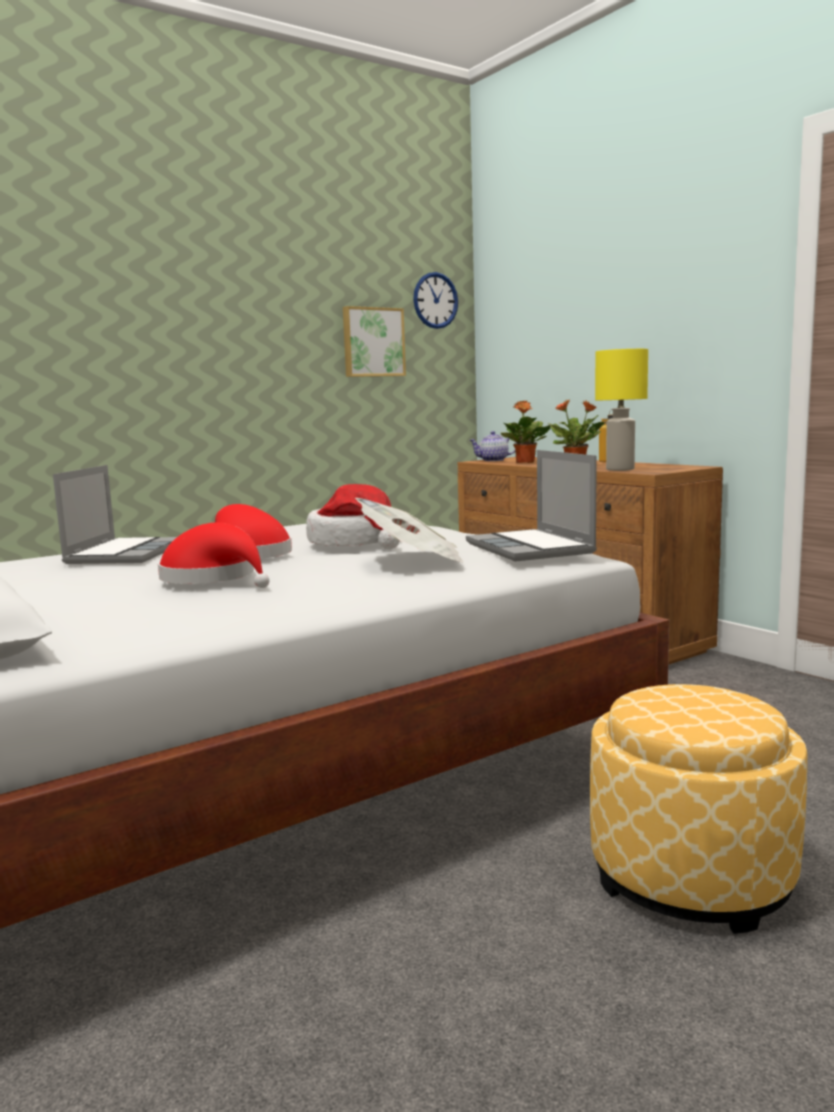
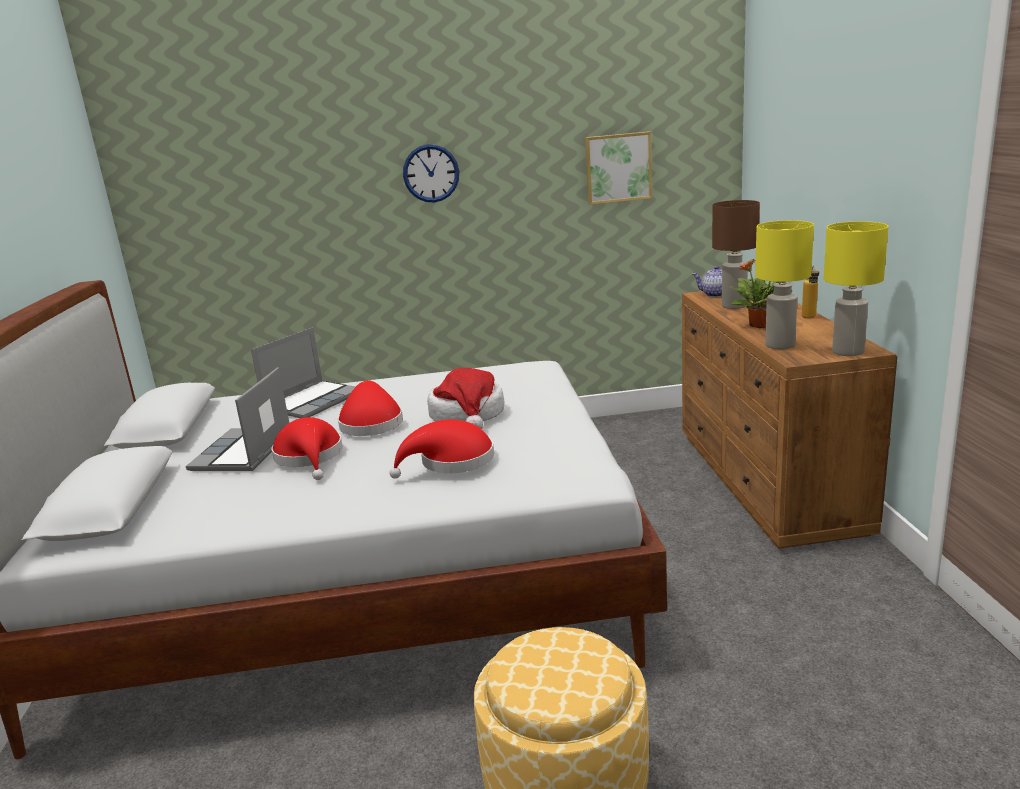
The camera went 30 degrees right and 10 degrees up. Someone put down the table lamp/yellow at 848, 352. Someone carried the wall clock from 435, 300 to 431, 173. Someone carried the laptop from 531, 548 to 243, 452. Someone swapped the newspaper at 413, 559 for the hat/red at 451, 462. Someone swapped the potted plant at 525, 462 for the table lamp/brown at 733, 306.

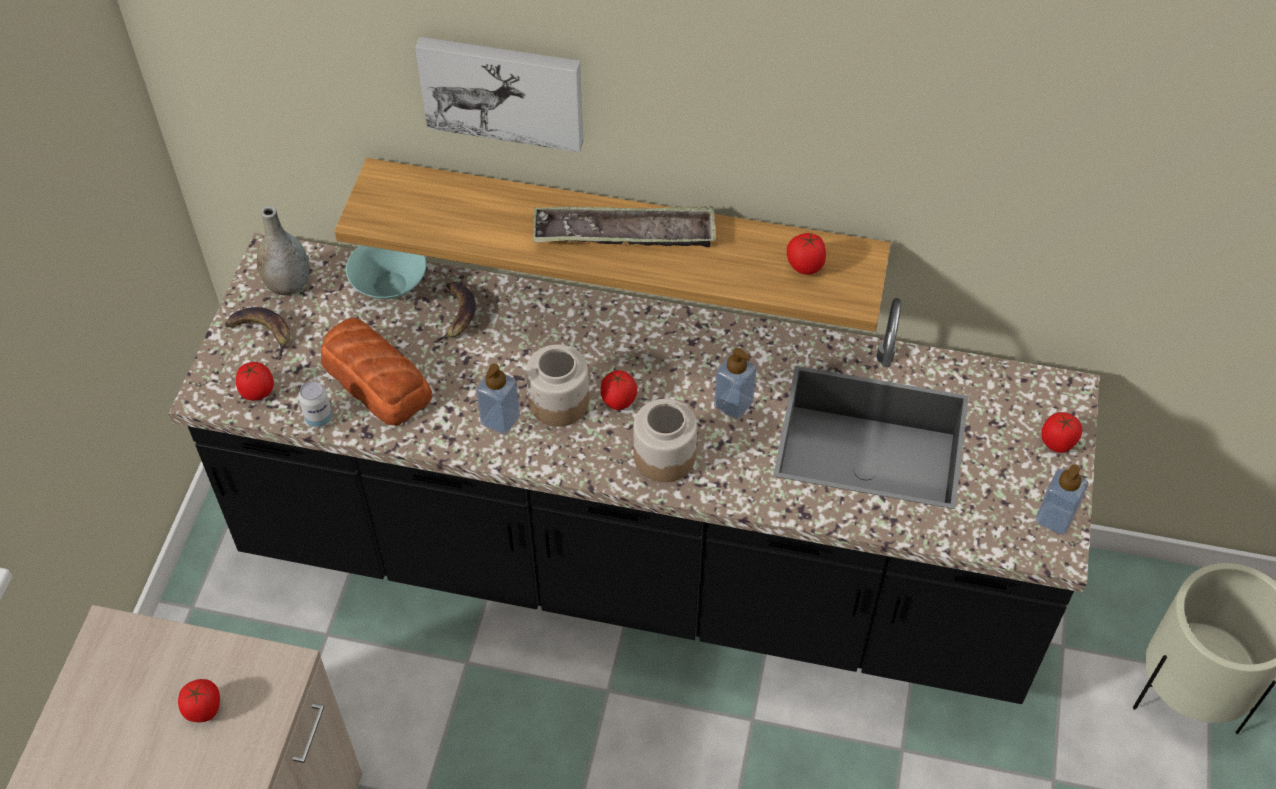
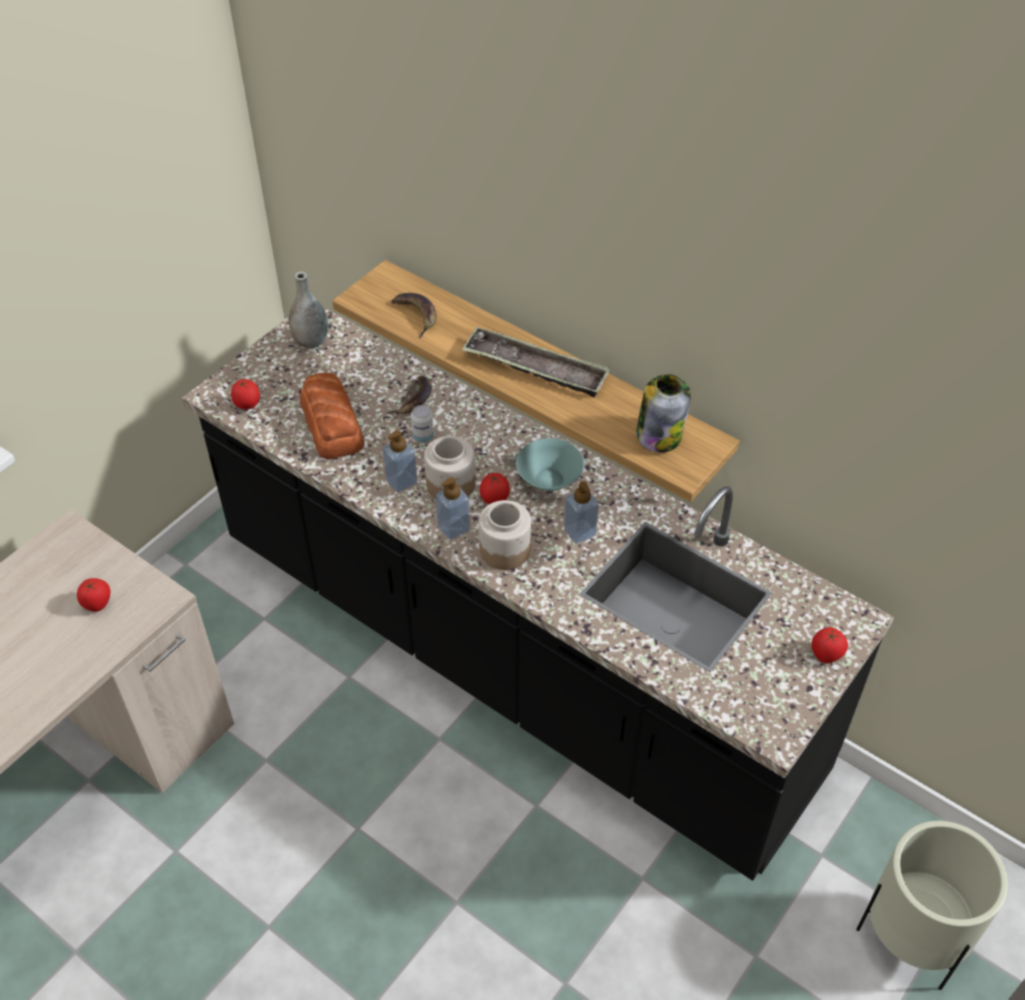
The camera went 25 degrees right and 5 degrees down. Someone took away the picture at 503, 90. Someone carried the banana from 262, 332 to 416, 315. Someone carried the can from 319, 418 to 423, 437. Someone carried the bowl/turquoise from 391, 285 to 550, 480. Someone carried the soap dispenser from 1054, 518 to 453, 528. Someone swapped the tomato at 804, 266 for the jar at 659, 435.

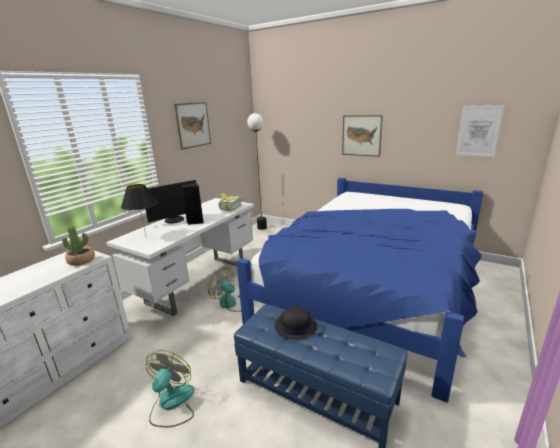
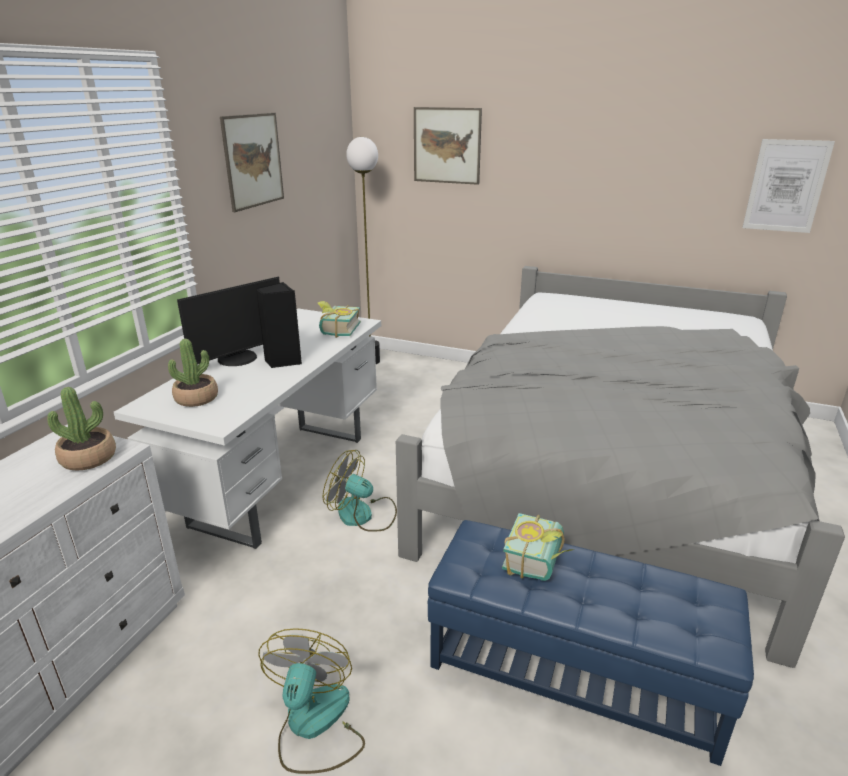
The camera went 10 degrees left and 5 degrees up. Someone carried the picture from 361, 135 to 447, 145. Someone swapped the table lamp/black at 146, 237 for the potted plant at 196, 398. Someone swapped the hat/black at 295, 326 for the book at 539, 561. Someone repainted the bed/blue at 372, 289, which became the bed/grey at 610, 472.

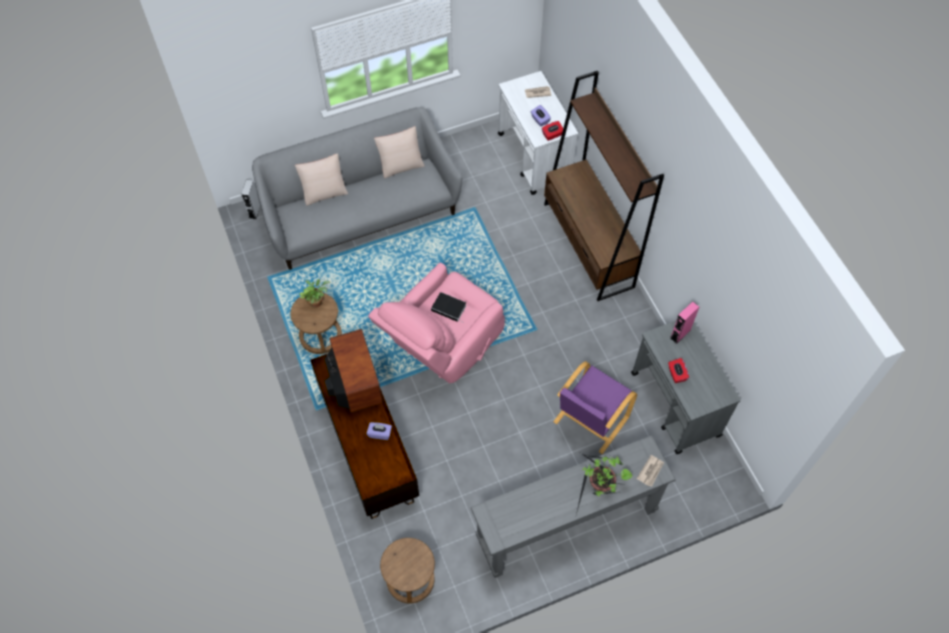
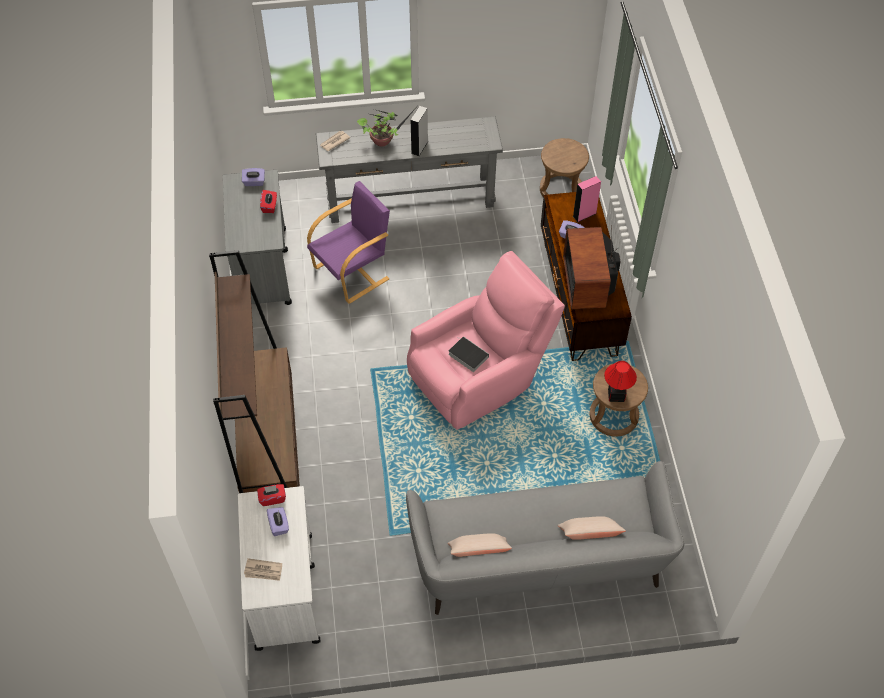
The camera went 165 degrees left and 5 degrees down. Someone put down the tissue box/purple at 254, 182. Someone carried the speaker/grey from 255, 211 to 419, 147. Someone carried the speaker/pink from 680, 334 to 584, 215. Someone swapped the potted plant at 317, 301 for the table lamp at 616, 395.

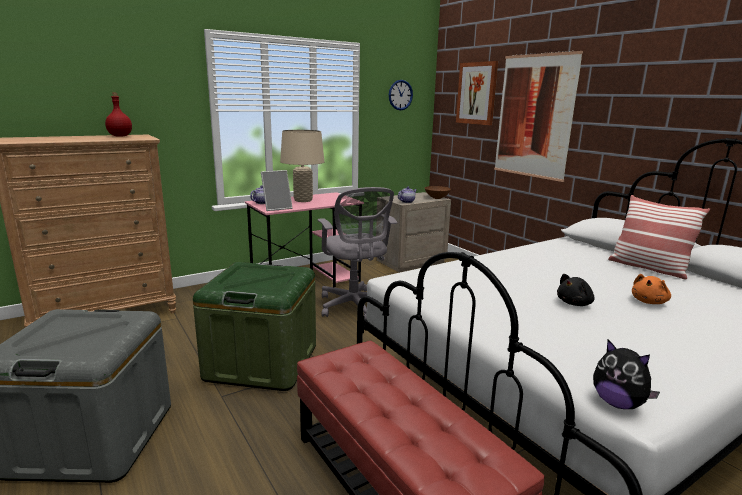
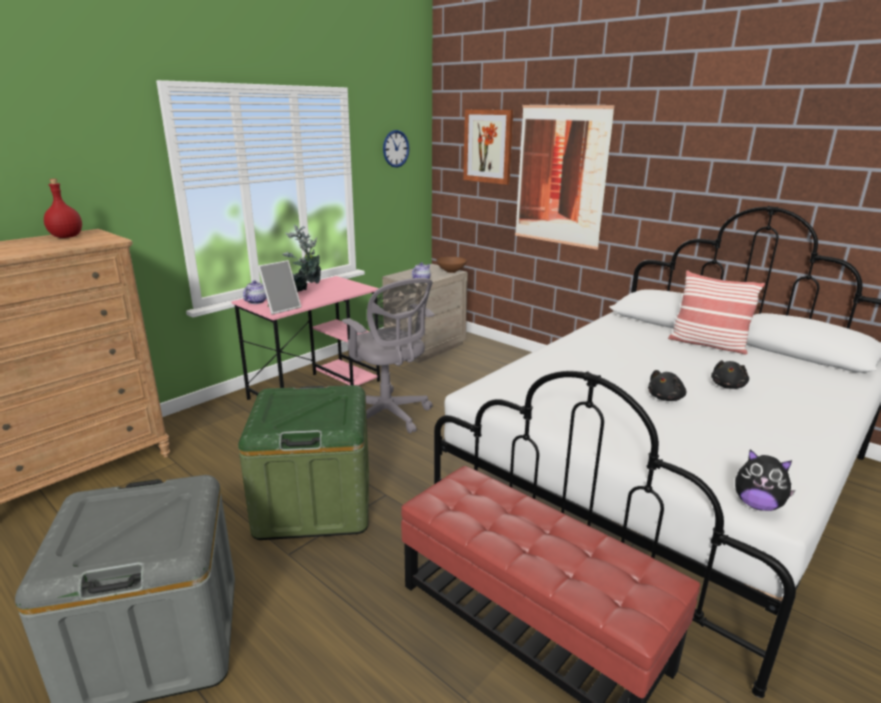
The camera went 15 degrees left and 5 degrees up. Someone swapped the table lamp/beige at 303, 200 for the potted plant at 305, 292. Someone repainted the plush toy/orange at 649, 302, which became the plush toy/black at 728, 386.

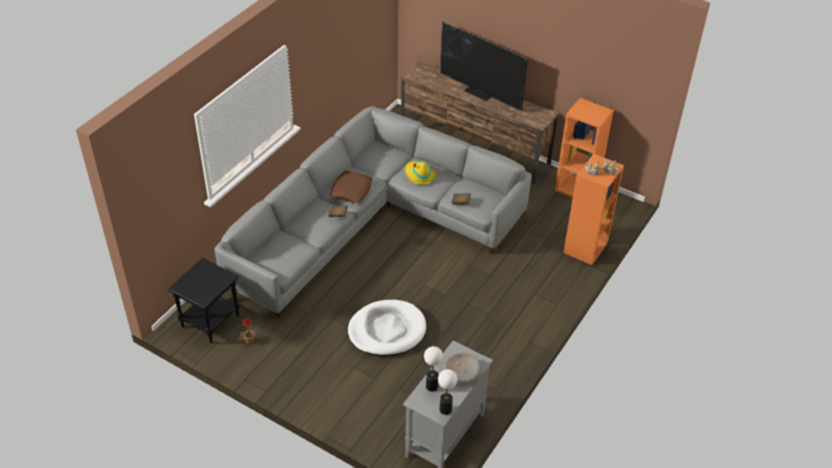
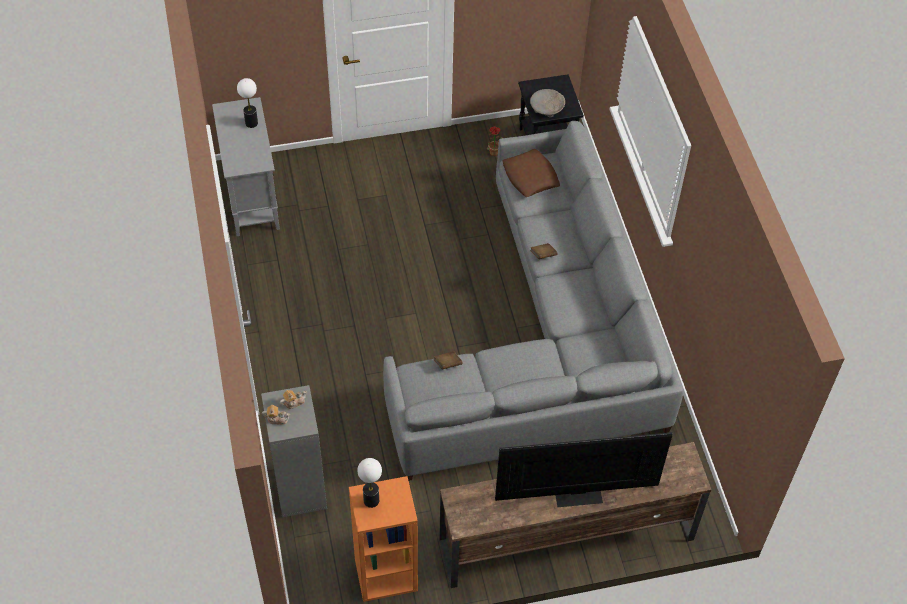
The camera went 135 degrees right and 10 degrees up. Someone took away the dog bed/white at 387, 330. Someone took away the hat/yellow at 419, 175. Someone carried the pillow/brown from 351, 190 to 530, 177. Someone carried the table lamp from 445, 409 to 371, 500. Someone carried the bowl/beige from 462, 373 to 546, 108. Someone repainted the bookcase/orange at 585, 248, which became the bookcase/grey at 299, 489.

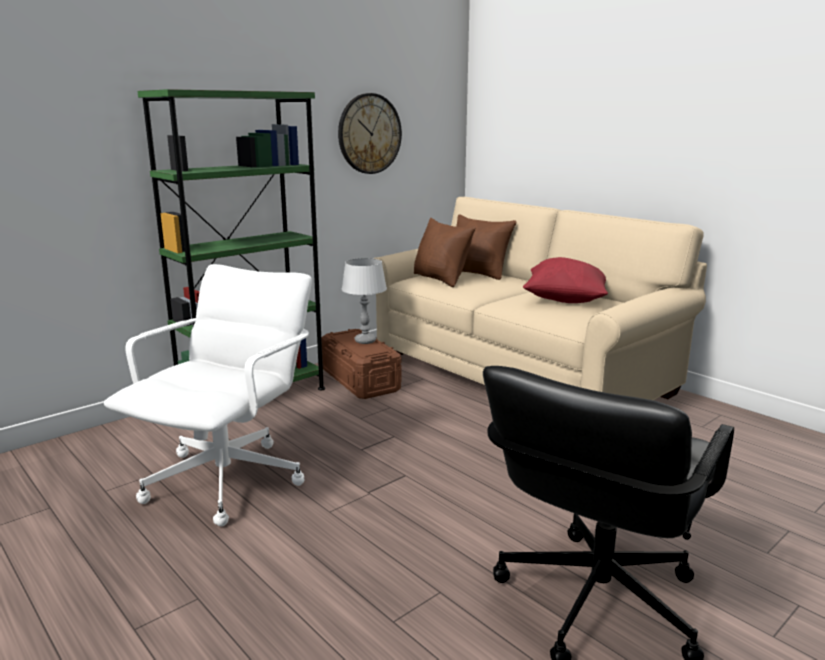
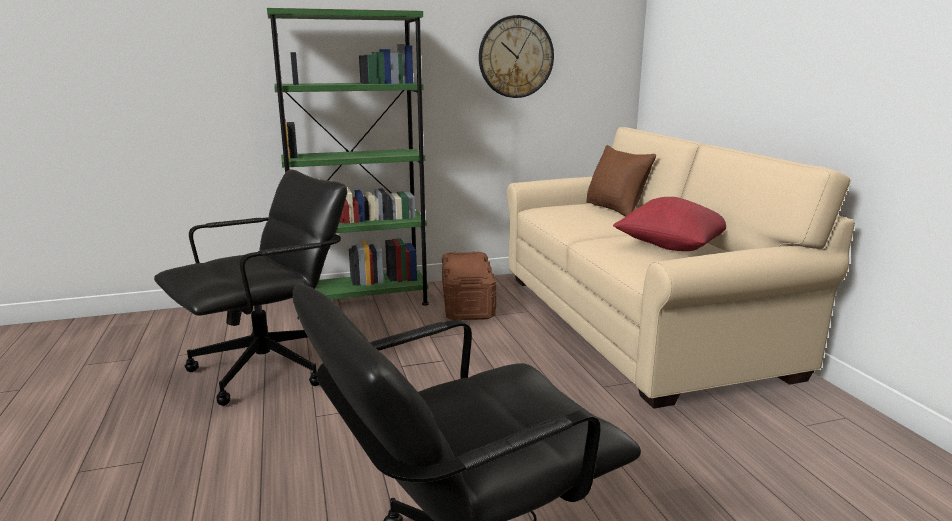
The camera went 25 degrees right and 0 degrees up. Someone took away the table lamp/grey at 365, 341. Someone took away the pillow/brown at 441, 279. Someone repainted the office chair/white at 227, 480, which became the office chair/black at 267, 368.

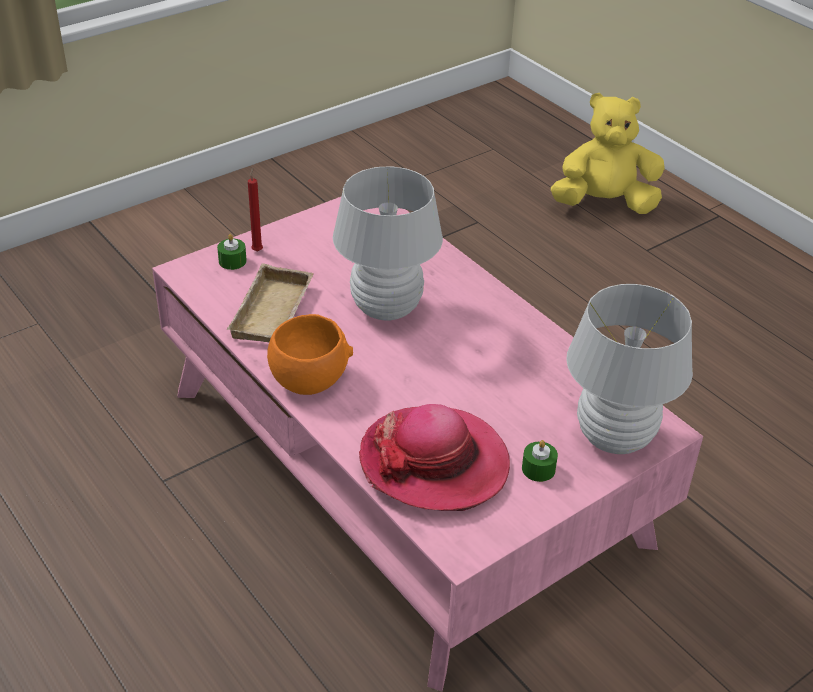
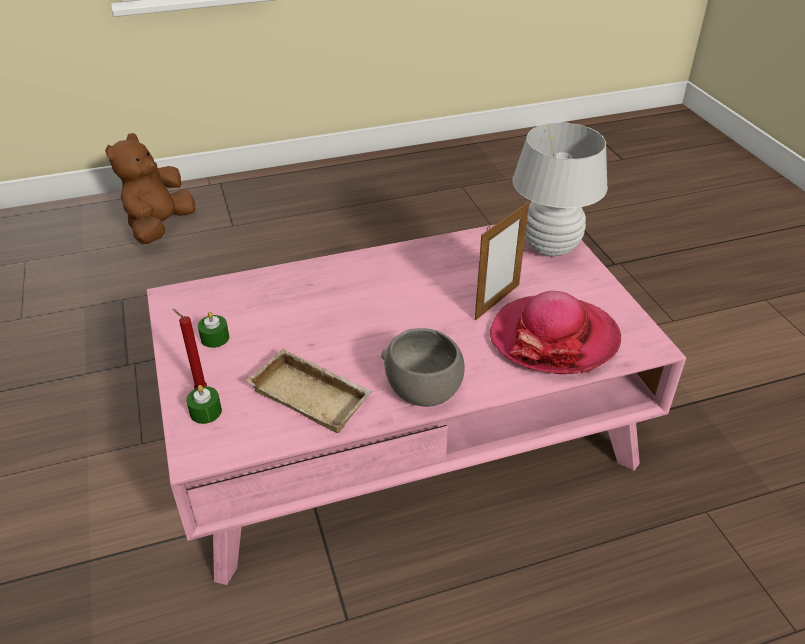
The camera went 70 degrees left and 0 degrees up. Someone took away the table lamp/white at 386, 309. Someone put down the picture frame at 497, 302. Someone carried the candle/green from 538, 469 to 215, 338. Someone repainted the bowl/orange at 309, 378, which became the bowl/grey at 422, 390. Someone repainted the plush toy/yellow at 604, 204, which became the plush toy/brown at 160, 227.

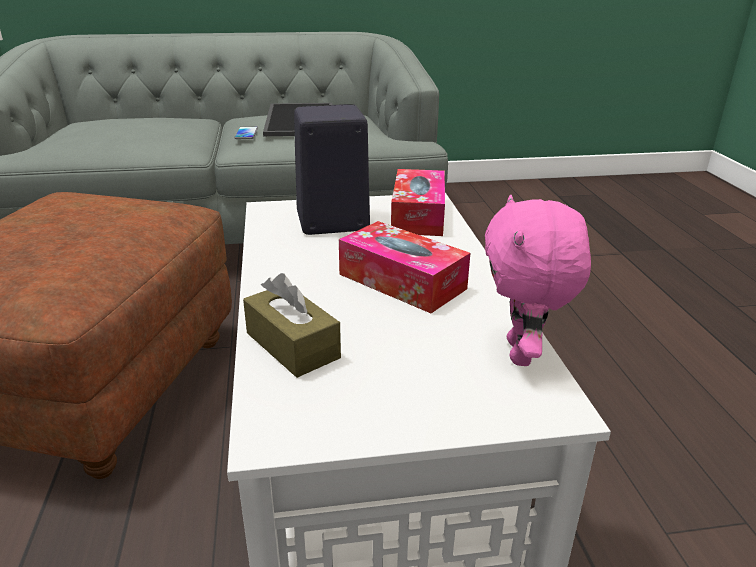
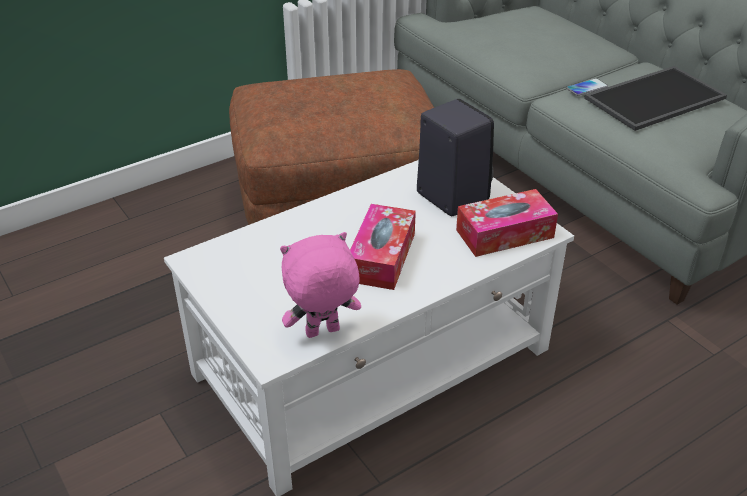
The camera went 65 degrees right and 10 degrees up. Someone took away the tissue box/brown at 292, 345.

